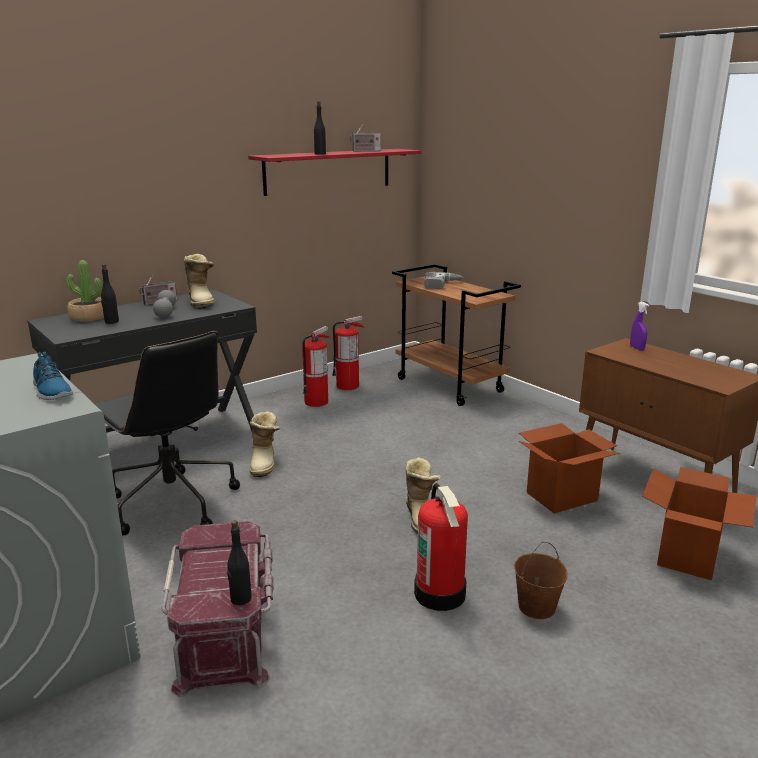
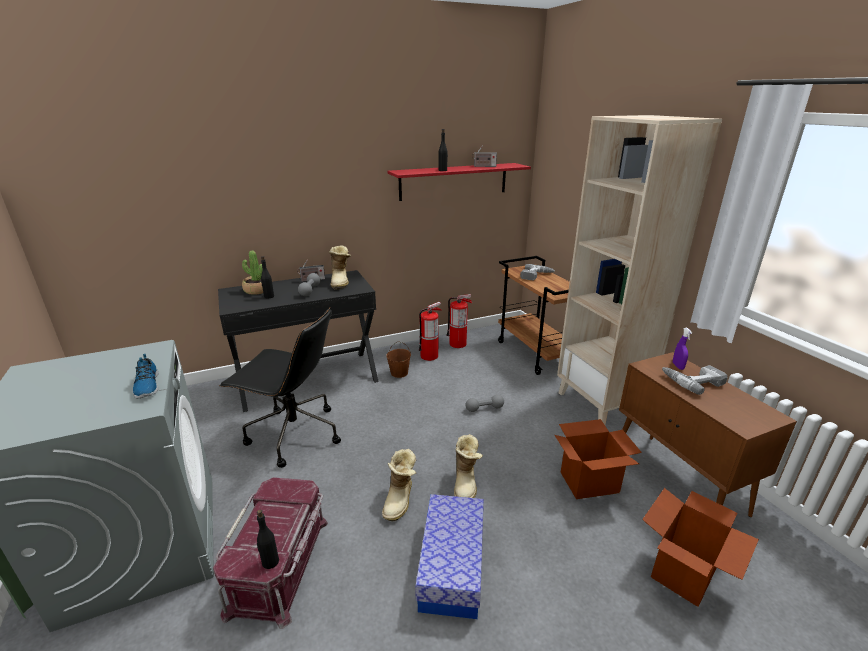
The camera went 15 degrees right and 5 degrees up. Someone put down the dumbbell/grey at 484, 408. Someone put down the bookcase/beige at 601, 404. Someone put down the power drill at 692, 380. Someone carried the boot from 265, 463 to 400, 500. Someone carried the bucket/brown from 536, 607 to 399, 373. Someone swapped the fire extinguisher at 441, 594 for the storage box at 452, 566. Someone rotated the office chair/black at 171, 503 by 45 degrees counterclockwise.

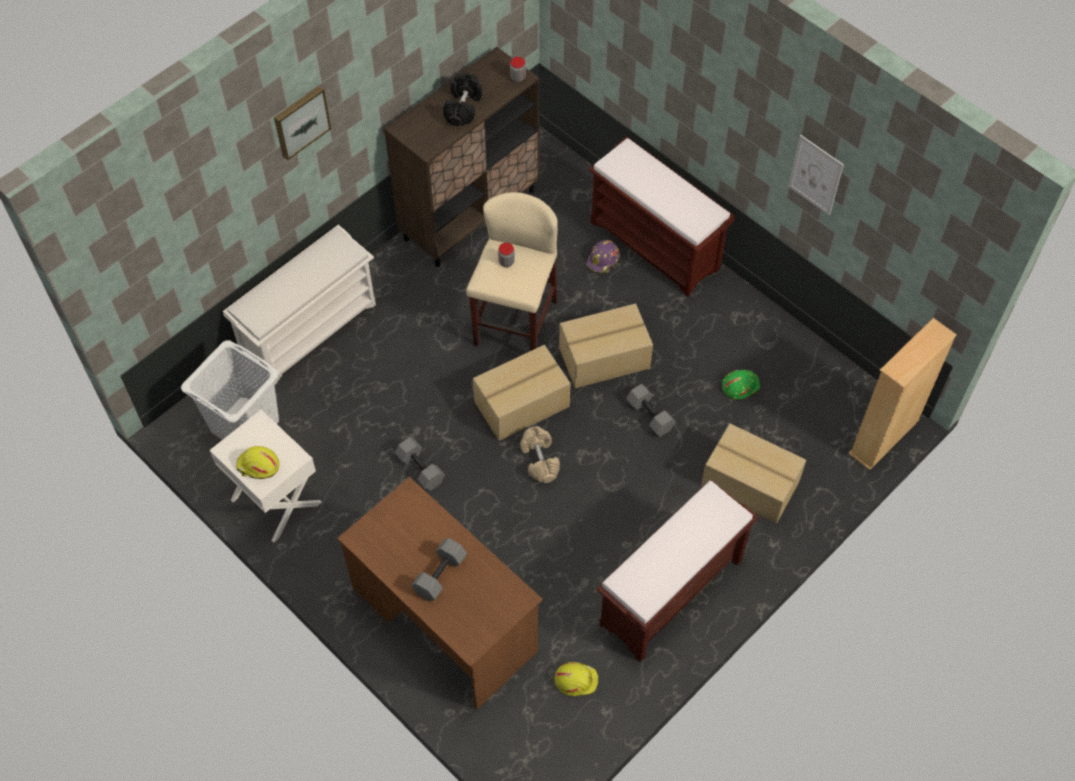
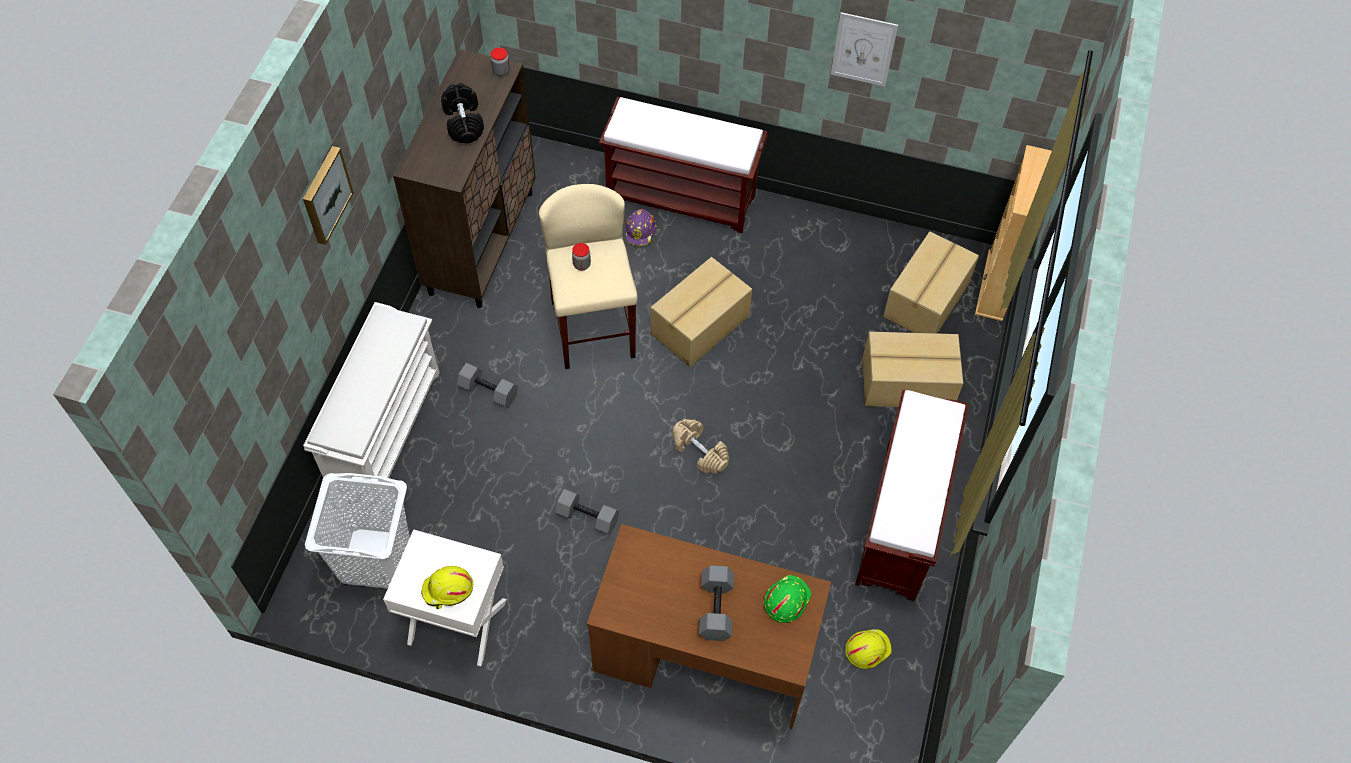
The camera went 30 degrees left and 0 degrees up. Someone carried the cardboard box from 522, 405 to 927, 300. Someone carried the dumbbell/grey from 649, 416 to 487, 392. Someone carried the hard hat/green from 740, 385 to 786, 600.

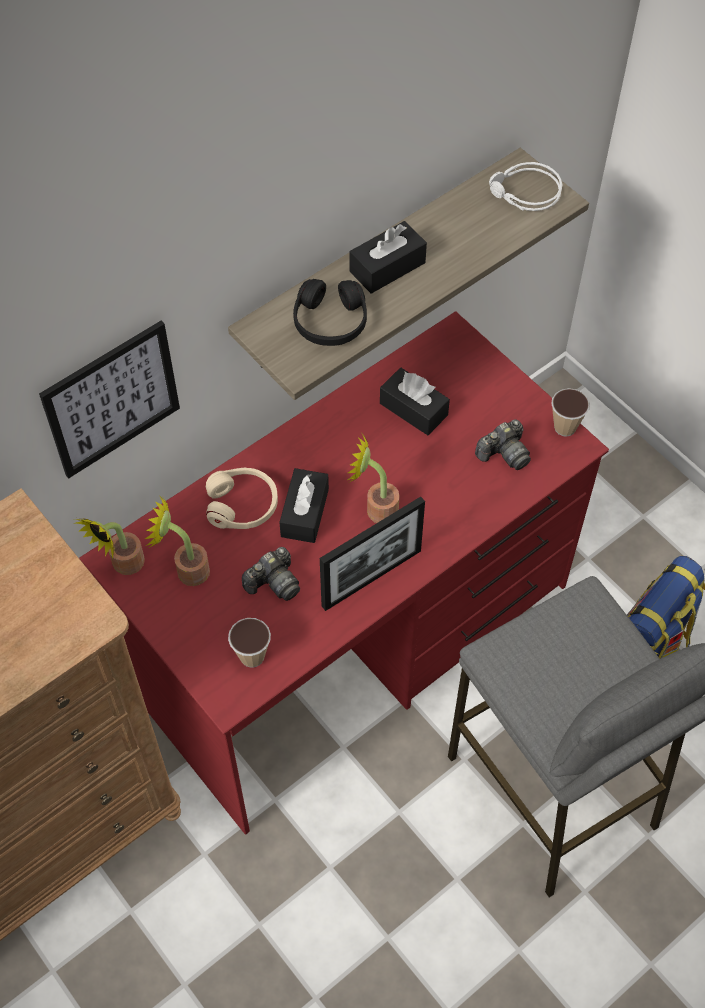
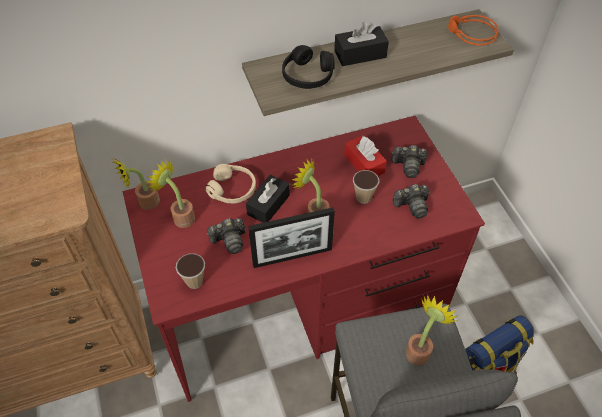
The camera went 20 degrees right and 5 degrees down. Someone took away the picture at 112, 399. Someone put down the photo camera at 408, 166. Someone put down the potted plant at 420, 350. Someone carried the cup from 565, 427 to 363, 197. Someone repainted the tissue box/black at 413, 409, which became the tissue box/red at 364, 163. Someone repainted the headphones/white at 524, 194, which became the headphones/orange at 471, 34.

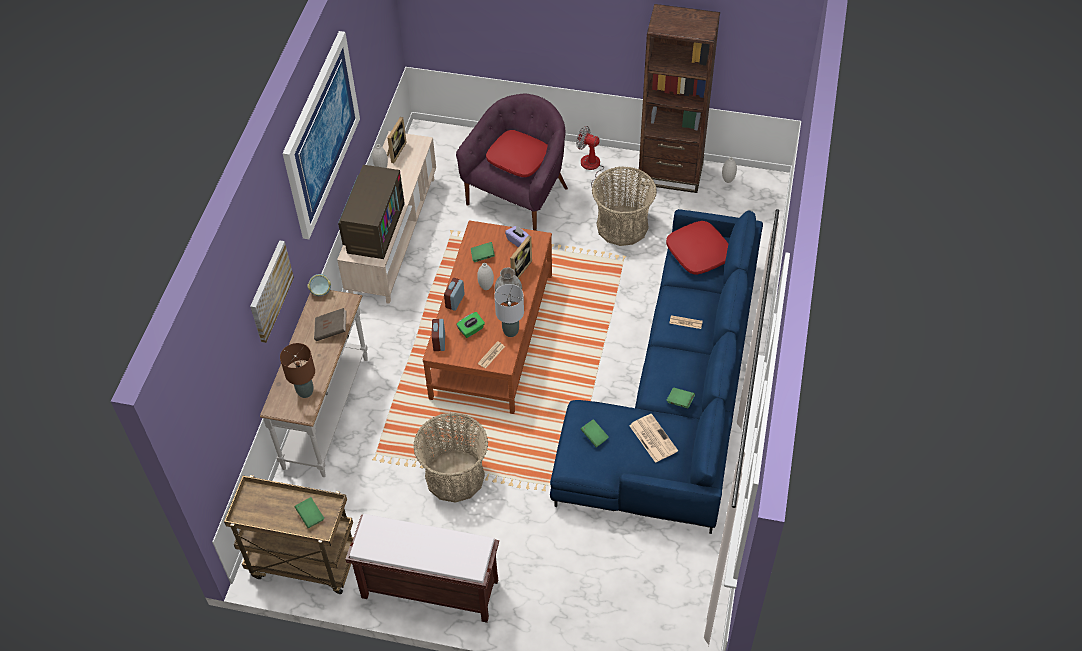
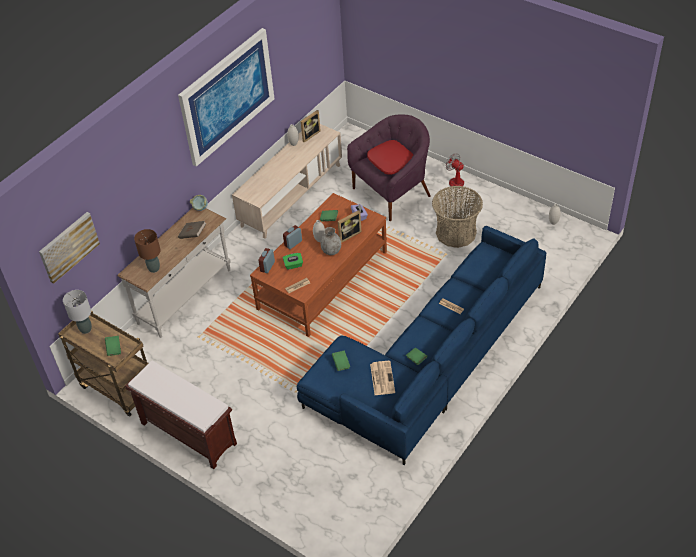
The camera went 25 degrees right and 5 degrees down. Someone took away the television at 374, 226. Someone took away the basket at 455, 476. Someone took away the bookcase/brown at 670, 174. Someone took away the pillow/red at 699, 253. Someone carried the picture from 270, 291 to 68, 246. Someone carried the table lamp/grey from 510, 331 to 85, 329.

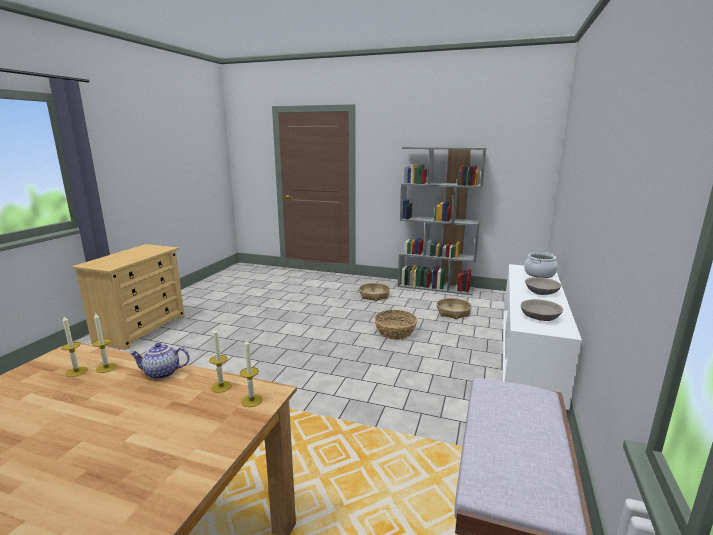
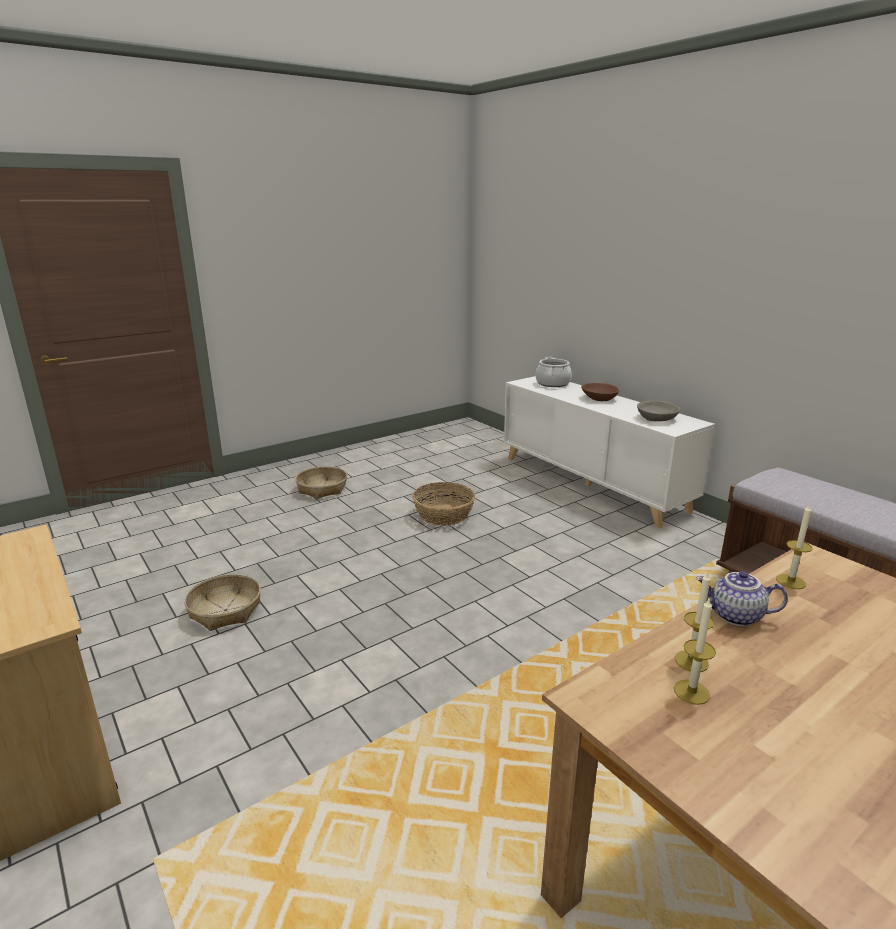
The camera went 55 degrees left and 5 degrees up. Someone took away the candle at 251, 400. Someone took away the bookcase/grey at 436, 287. Someone carried the basket from 453, 313 to 226, 610. Someone repainted the bowl/grey at 541, 292, which became the bowl/brown at 599, 398. Someone rotated the teapot at 161, 373 by 75 degrees clockwise.

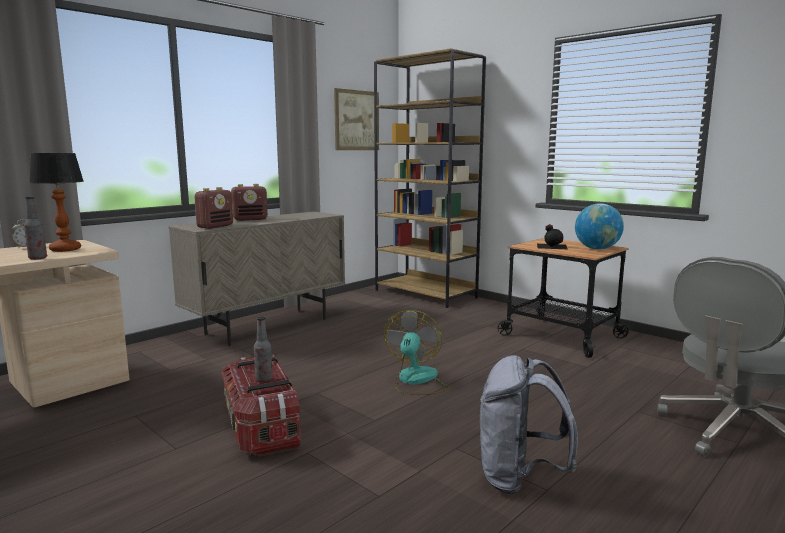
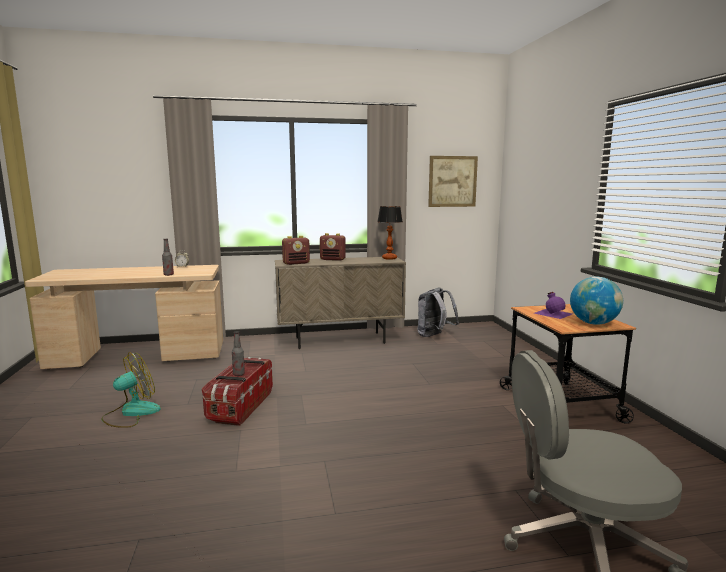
The camera went 35 degrees right and 0 degrees up. Someone took away the bookcase/brown at 426, 294. Someone carried the table lamp from 64, 249 to 389, 258. Someone carried the fan from 416, 381 to 131, 413. Someone carried the backpack/grey from 519, 478 to 434, 336. Someone repainted the bottle/black at 551, 246, which became the bottle/purple at 553, 313.

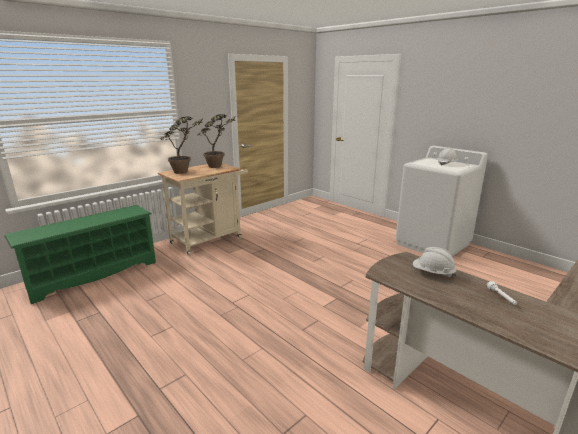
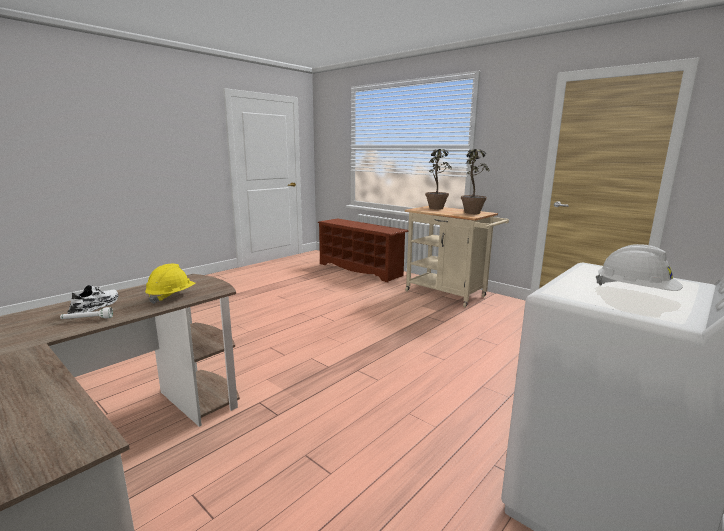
The camera went 85 degrees right and 5 degrees down. Someone put down the shoe/white at 96, 306. Someone repainted the shoe rack/green at 94, 274, which became the shoe rack/brown at 361, 269. Someone repainted the hard hat/white at 432, 273, which became the hard hat/yellow at 171, 296.

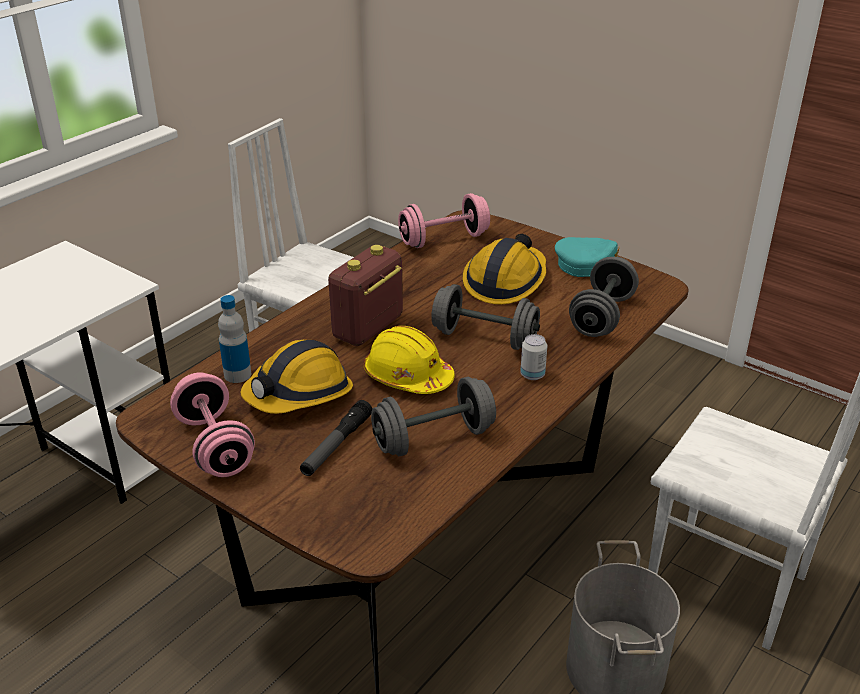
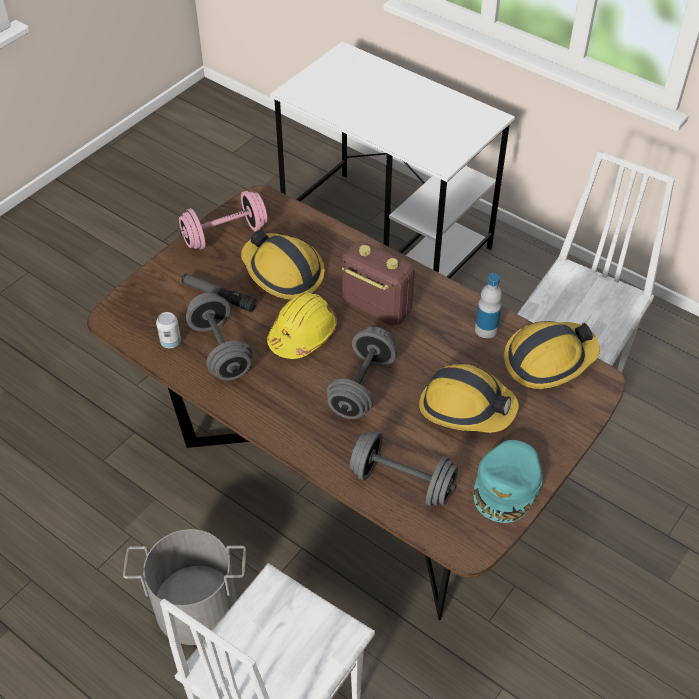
The camera went 90 degrees right and 15 degrees up. Someone carried the bottle from 237, 374 to 486, 329. Someone carried the can from 532, 375 to 171, 342. Someone swapped the dumbbell/pink at 444, 240 for the hard hat at 548, 360.

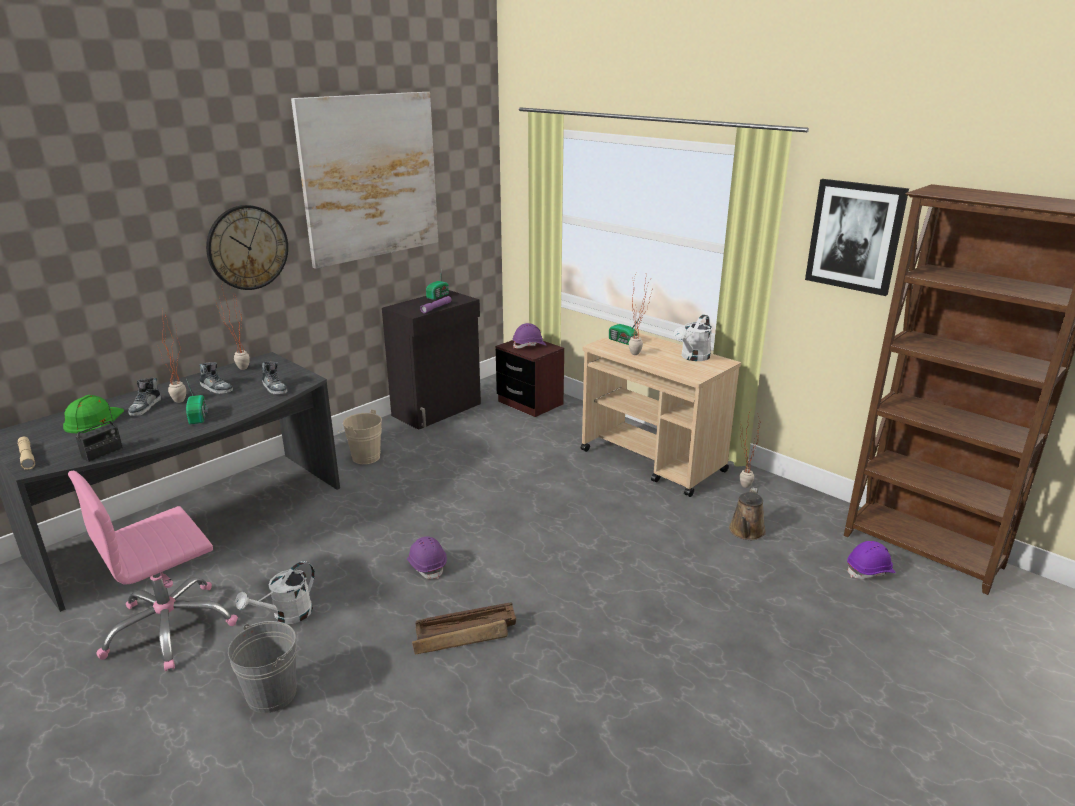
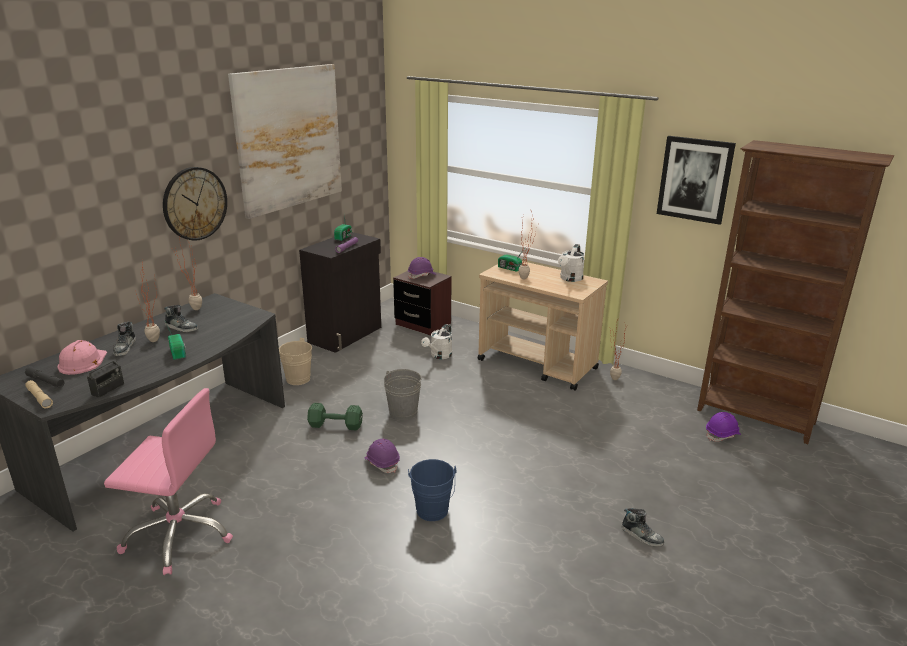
The camera went 10 degrees left and 0 degrees up. Someone took away the watering can/brown at 746, 532. Someone put down the flashlight/grey at 46, 381. Someone put down the dumbbell/green at 334, 425. Someone carried the bucket/grey from 272, 694 to 403, 412. Someone carried the watering can/white from 286, 616 to 439, 356. Someone carried the shoe from 274, 388 to 642, 536. Someone swapped the crate at 465, 635 for the bucket/blue at 432, 513. Someone repainted the hard hat/green at 93, 420, which became the hard hat/pink at 82, 362. Someone rotated the office chair/pink at 169, 628 by 120 degrees counterclockwise.

